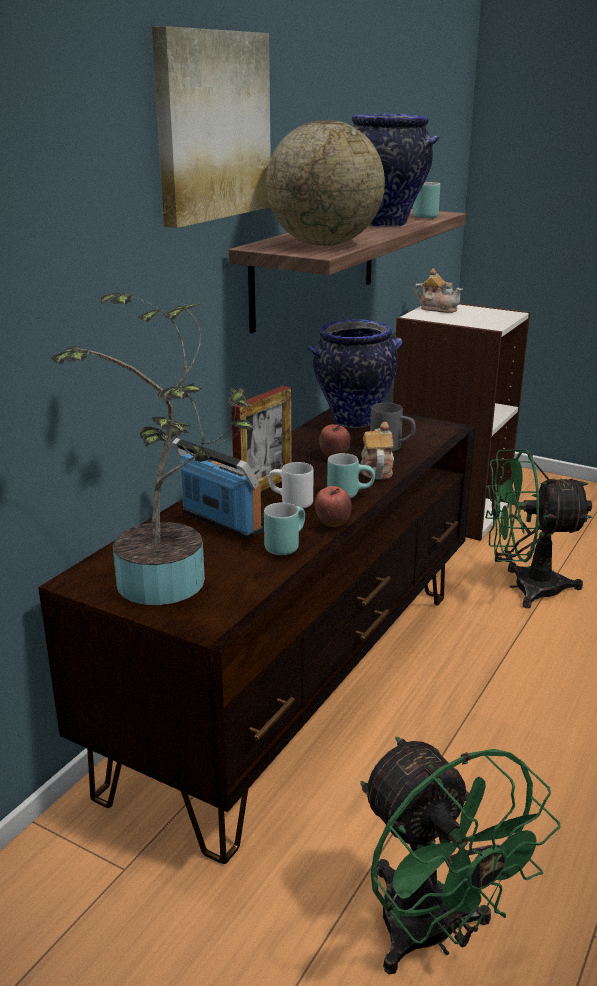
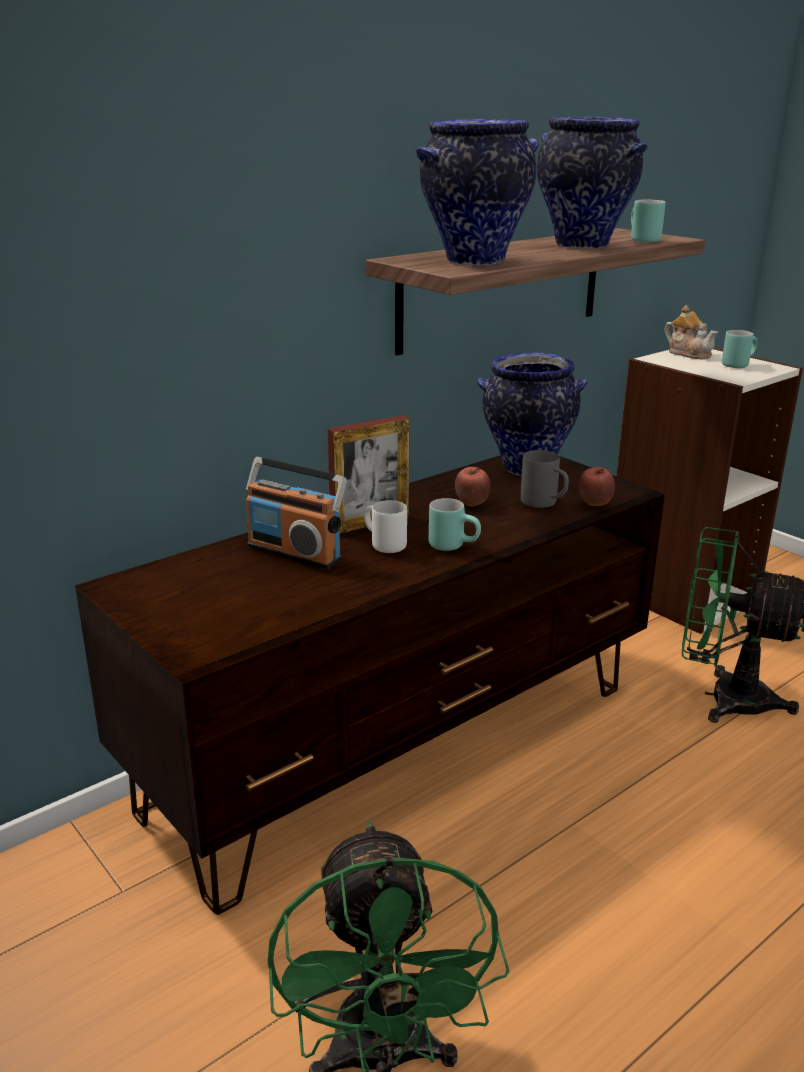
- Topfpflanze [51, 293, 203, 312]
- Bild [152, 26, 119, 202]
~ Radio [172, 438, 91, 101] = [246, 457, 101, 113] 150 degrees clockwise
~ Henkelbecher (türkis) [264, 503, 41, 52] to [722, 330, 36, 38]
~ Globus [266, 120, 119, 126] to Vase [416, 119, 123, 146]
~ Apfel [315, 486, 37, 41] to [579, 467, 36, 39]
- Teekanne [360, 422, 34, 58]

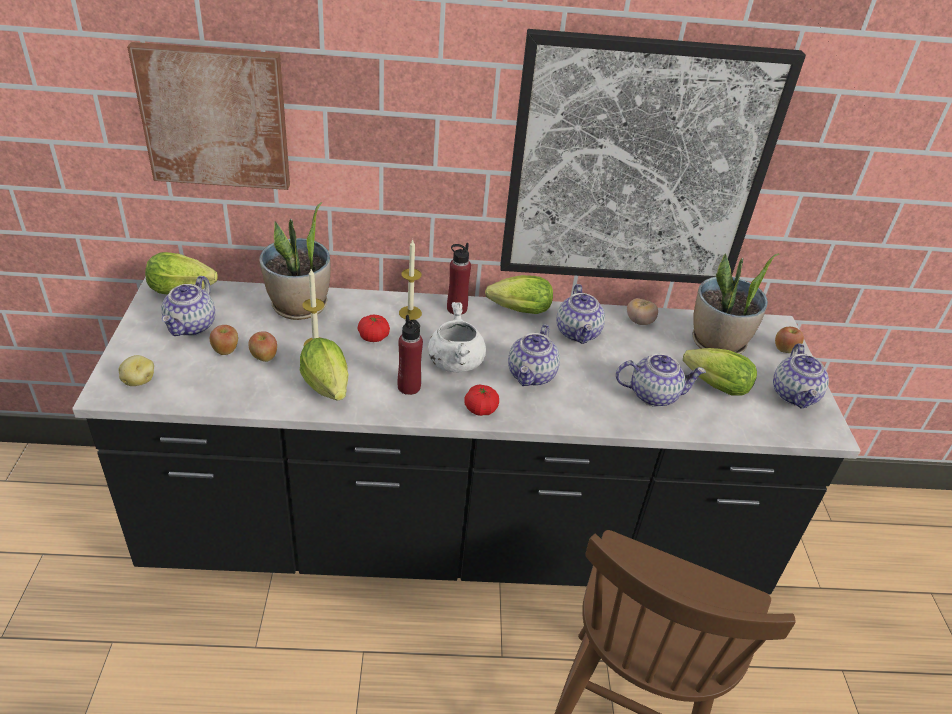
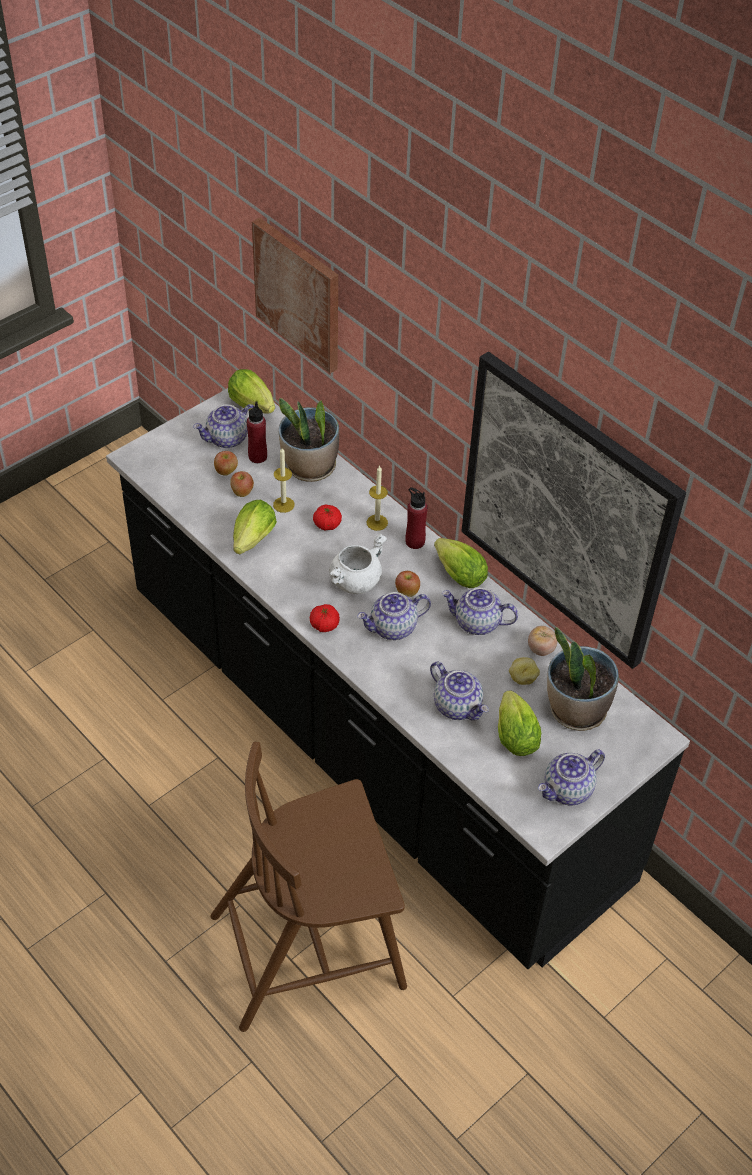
~ Kartoffel [119, 355, 35, 31] to [509, 657, 31, 28]
~ Flasche (rot) [397, 315, 26, 80] to [247, 401, 20, 62]
~ Teekanne [557, 284, 48, 60] = [442, 588, 76, 47] 60 degrees clockwise
~ Apfel [775, 327, 29, 26] to [395, 571, 25, 26]

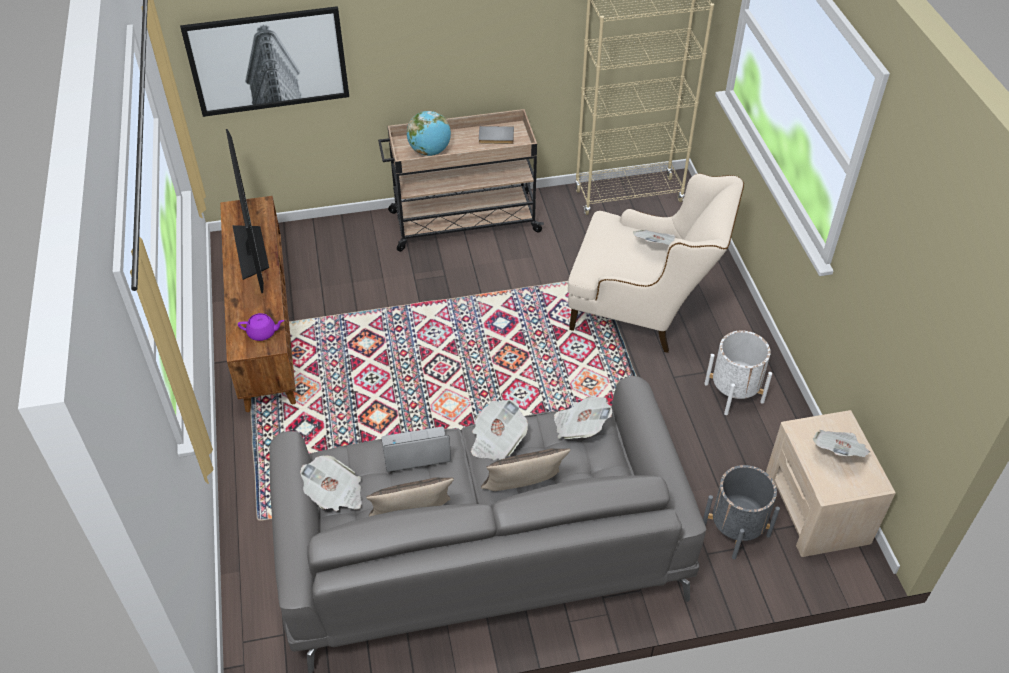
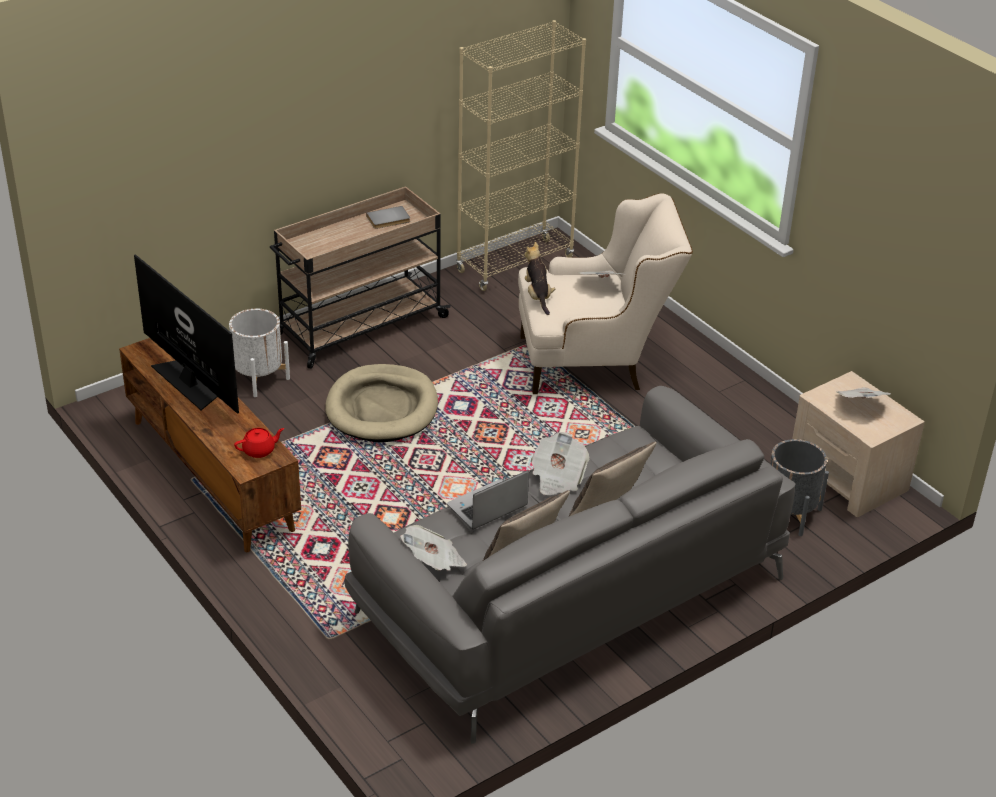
- Bild [180, 6, 169, 111]
~ Teekanne (lila) [238, 313, 46, 28] to Teekanne (rot) [234, 428, 50, 30]
- Globus [407, 111, 44, 45]
- Zeitung [554, 397, 58, 42]
~ Pflanzkübel (weiß) [704, 331, 68, 84] to [229, 309, 61, 88]
+ Hundebett (beige) [325, 364, 113, 78]
+ Plüschtier [524, 242, 31, 73]

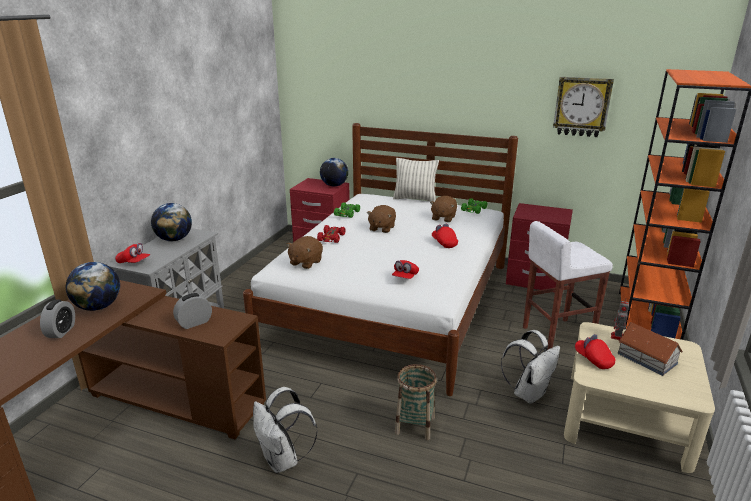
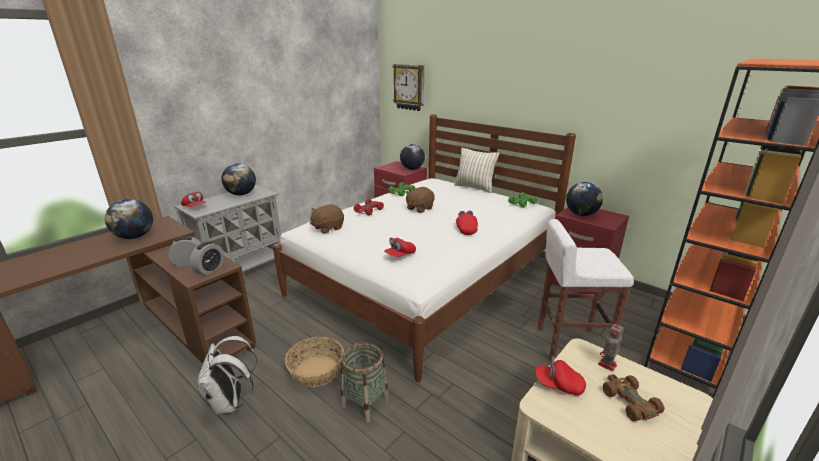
~ Wecker [40, 300, 35, 38] to [190, 241, 34, 34]
- Plüschtier (braun) [430, 196, 27, 26]
- Rucksack (weiß) [501, 330, 59, 73]
~ Wanduhr [553, 77, 61, 60] to [392, 64, 32, 47]
~ Kappe (rot) [575, 334, 40, 35] = [535, 356, 51, 40] 60 degrees counterclockwise
~ Spielzeughaus [618, 322, 65, 54] to Spielzeugauto (braun) [603, 374, 62, 48]
+ Korb [285, 337, 59, 50]
+ Globus [566, 182, 37, 34]

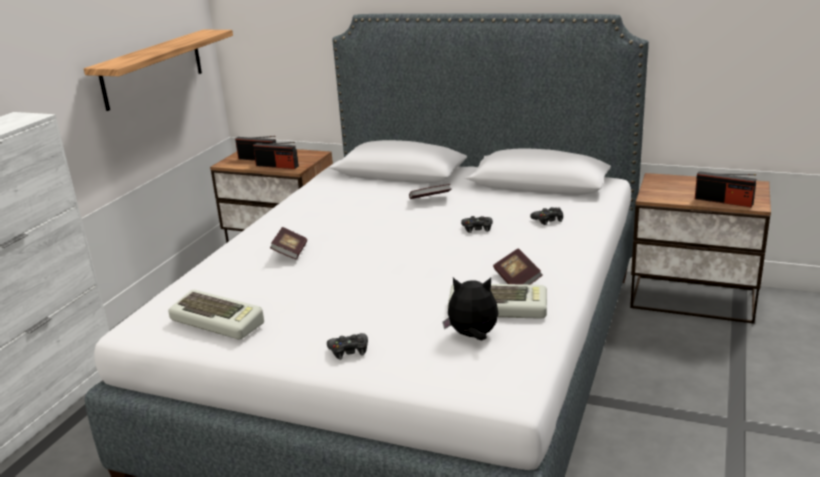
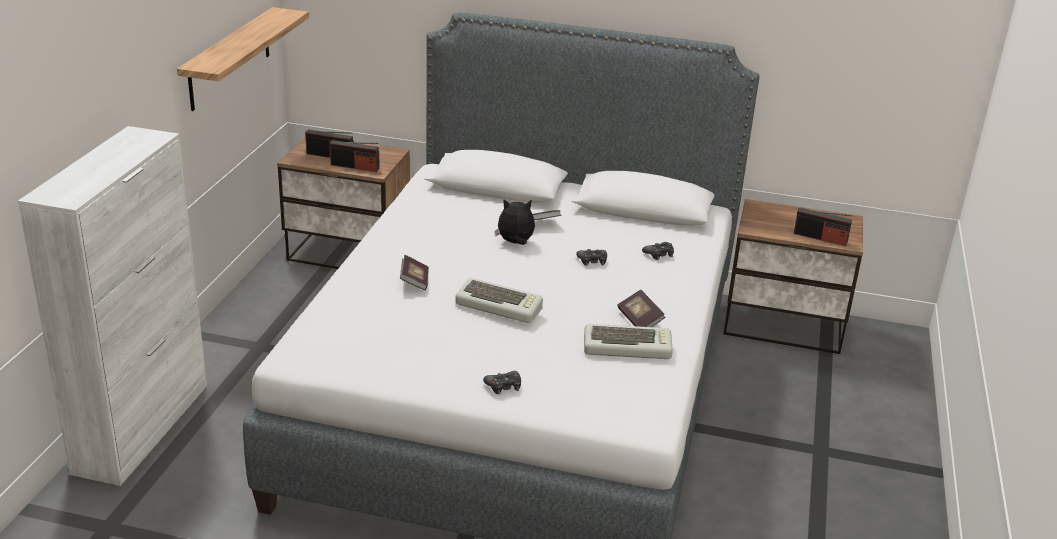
~ Tastatur [168, 290, 96, 50] to [455, 278, 88, 45]
~ Plüschtier [443, 278, 55, 63] to [495, 199, 40, 46]

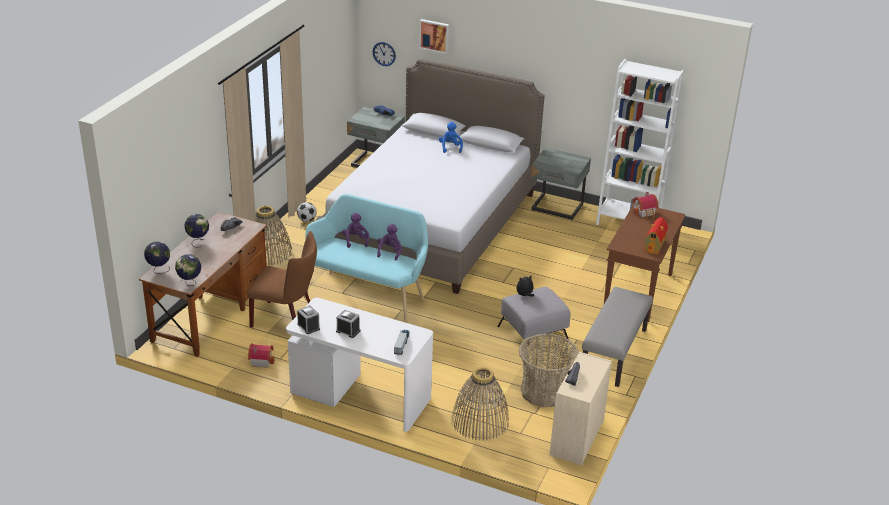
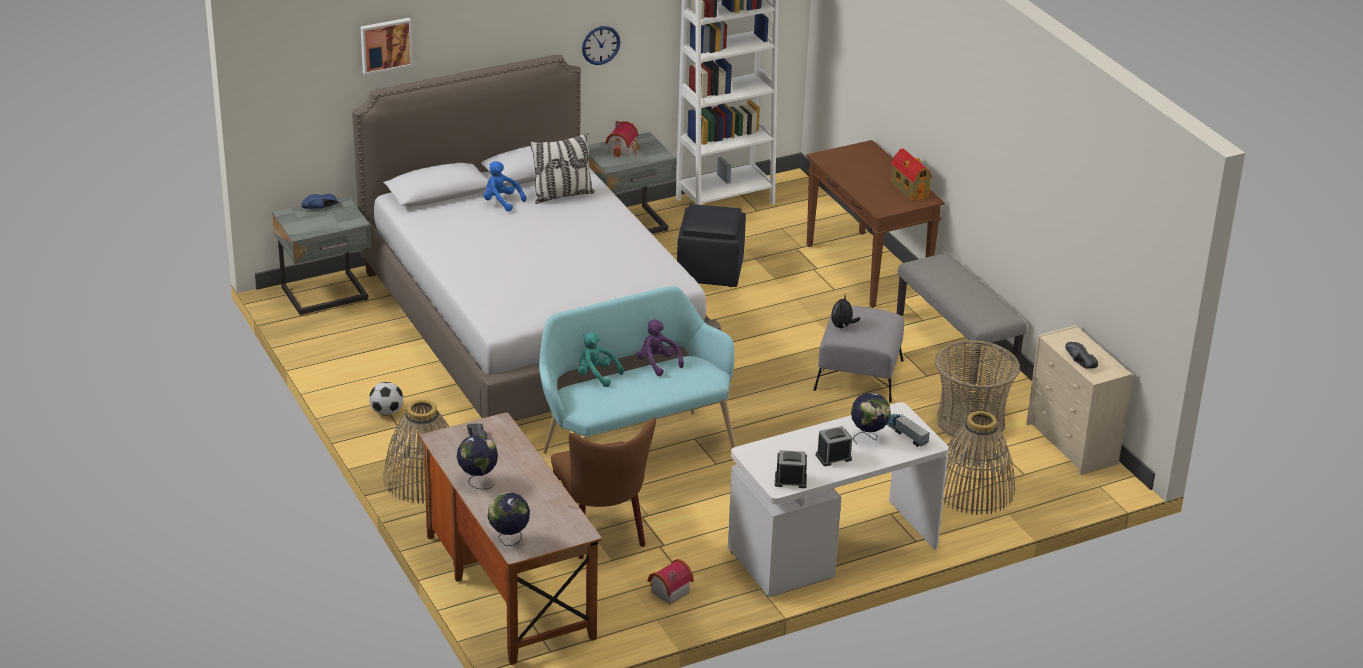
~ Globus [175, 254, 26, 32] to [851, 393, 40, 51]
~ Stuhl (braun) [247, 231, 70, 97] = [551, 417, 105, 142] 105 degrees clockwise
~ Plüschtier (lila) [342, 213, 27, 35] to Plüschtier (türkis) [578, 332, 46, 55]
~ Wanduhr [373, 42, 23, 24] to [582, 26, 38, 39]
~ Spielzeughaus [632, 192, 26, 27] to [605, 121, 35, 37]
+ Kissen [530, 133, 65, 71]
+ Polsterhocker (schwarz) [677, 204, 69, 83]

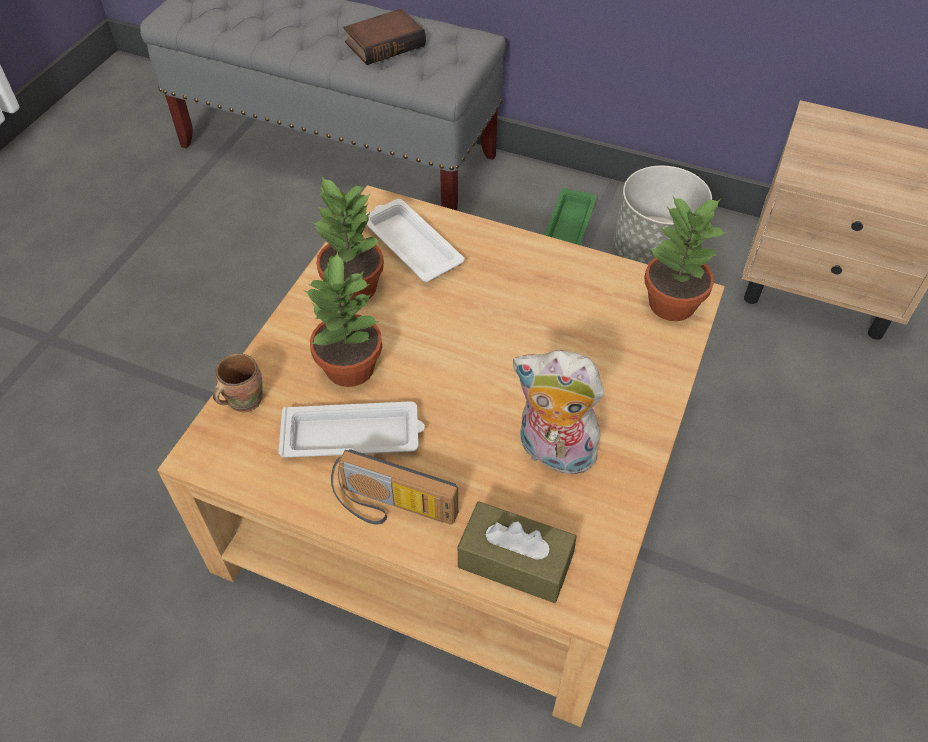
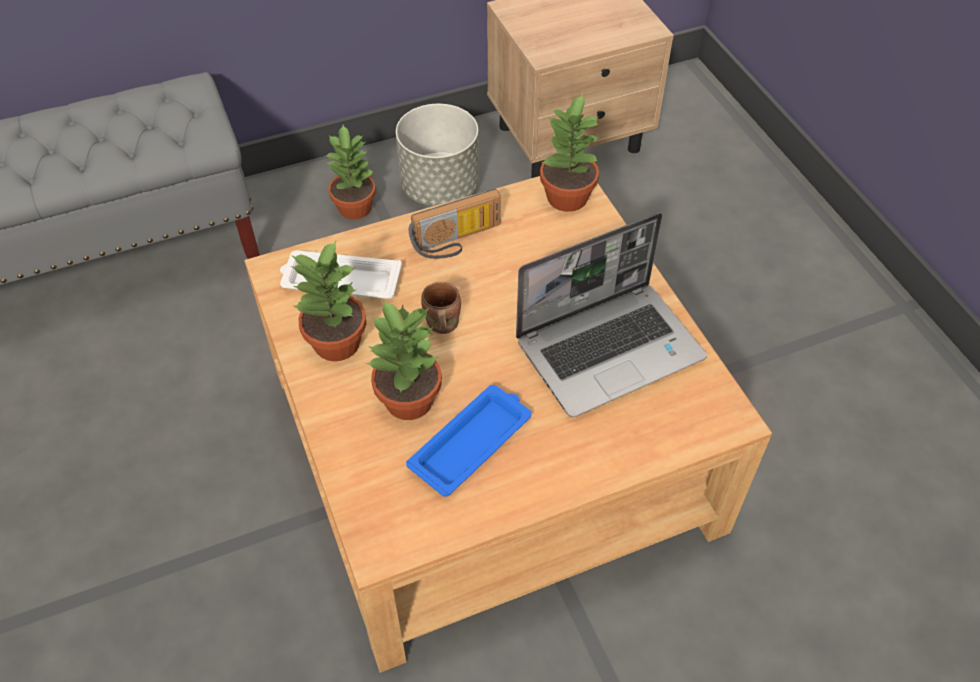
~ Henkelbecher (braun) [213, 353, 50, 59] to [421, 282, 40, 52]
~ Tablett (weiß) [278, 401, 147, 56] to Tablett (blau) [406, 385, 126, 112]
~ Radio [331, 449, 127, 76] to [409, 189, 92, 70]
- Buch [343, 8, 83, 57]
- Taschentuchbox (braun) [458, 501, 119, 102]
~ Plüschtier [513, 350, 93, 128] to Laptop [516, 213, 191, 204]
~ Tablett (grün) [544, 188, 53, 57] to Topfpflanze [324, 125, 52, 95]

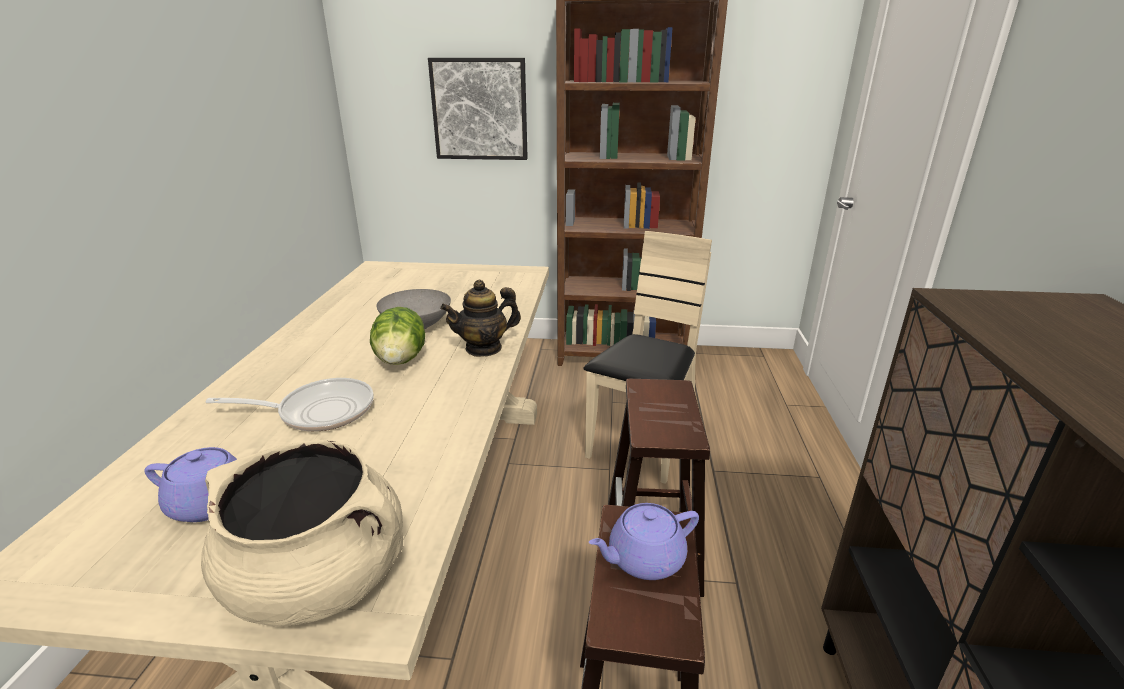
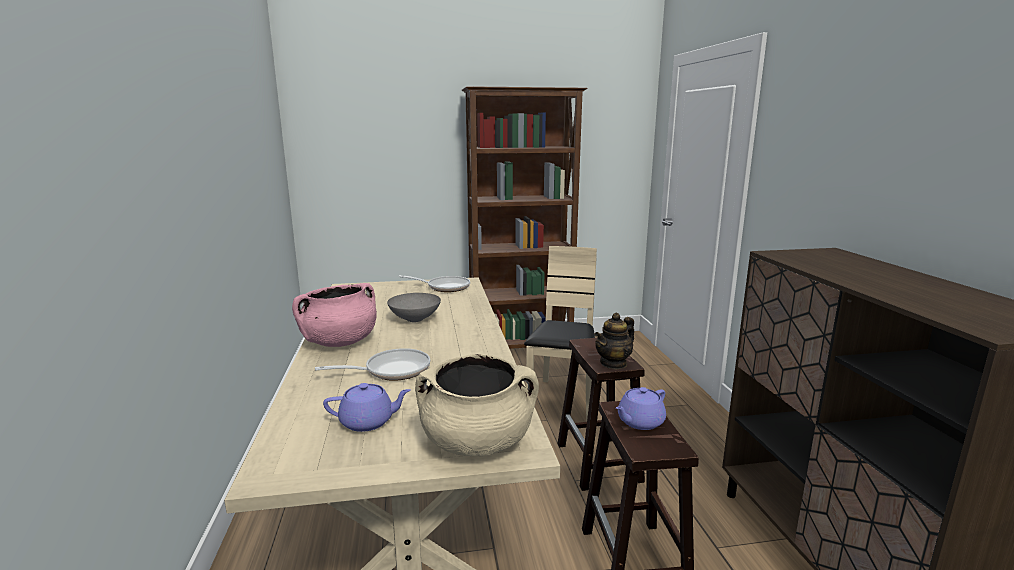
- Salatkopf [370, 307, 55, 58]
- Bild [428, 58, 100, 102]
~ Teekanne [440, 280, 81, 77] to [594, 313, 40, 57]
+ Kochtopf (rosa) [292, 283, 85, 64]
+ Pfanne [399, 275, 71, 17]

